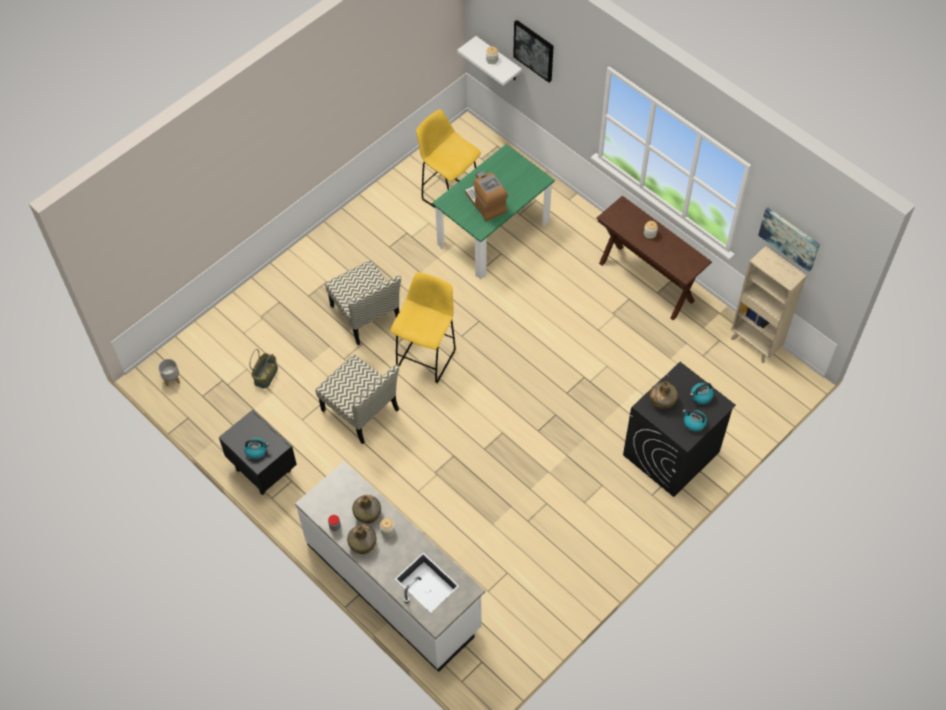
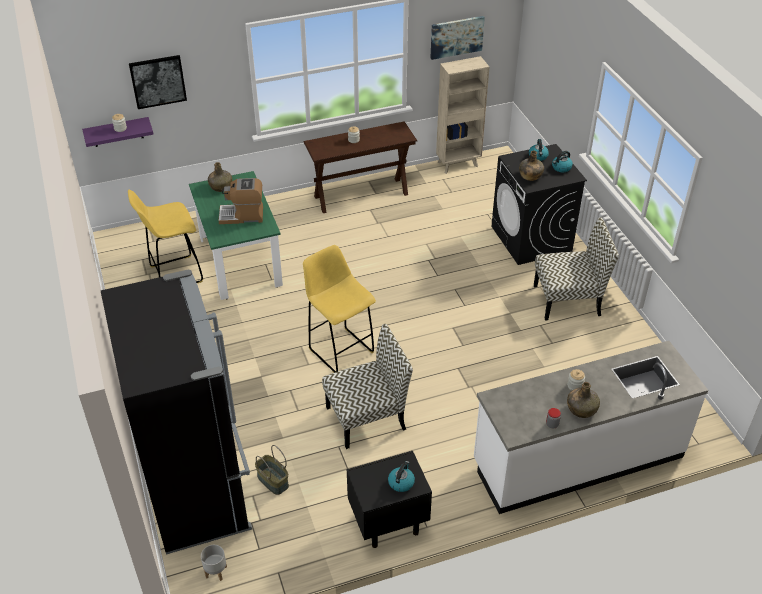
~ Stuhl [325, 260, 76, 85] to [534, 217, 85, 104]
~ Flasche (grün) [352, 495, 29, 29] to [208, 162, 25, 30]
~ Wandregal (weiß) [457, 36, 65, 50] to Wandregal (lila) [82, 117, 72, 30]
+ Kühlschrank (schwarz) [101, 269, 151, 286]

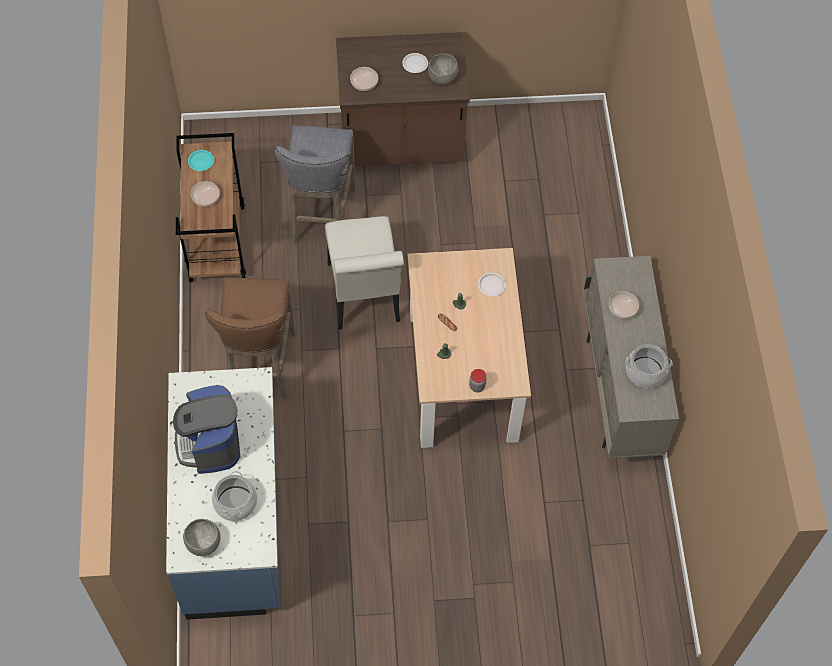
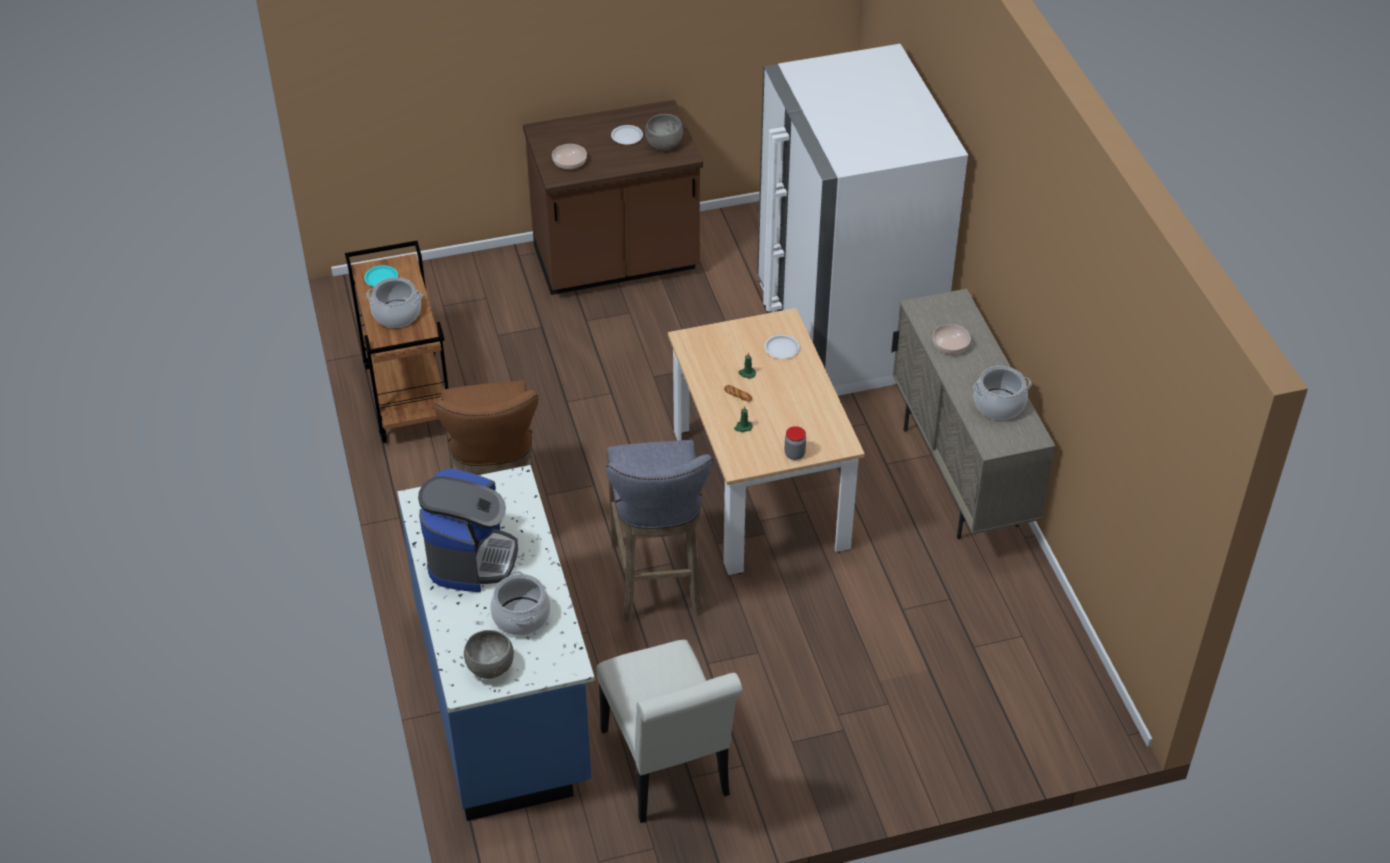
~ Kaffeemaschine [173, 385, 67, 89] = [418, 469, 100, 123] 150 degrees counterclockwise
~ Schüssel [191, 181, 29, 26] to Kochtopf [366, 277, 57, 51]
~ Hocker (grau) [275, 125, 80, 119] to [606, 440, 107, 182]
~ Stuhl (weiß) [325, 216, 79, 114] to [597, 640, 146, 183]
+ Kühlschrank (weiß) [757, 44, 211, 352]

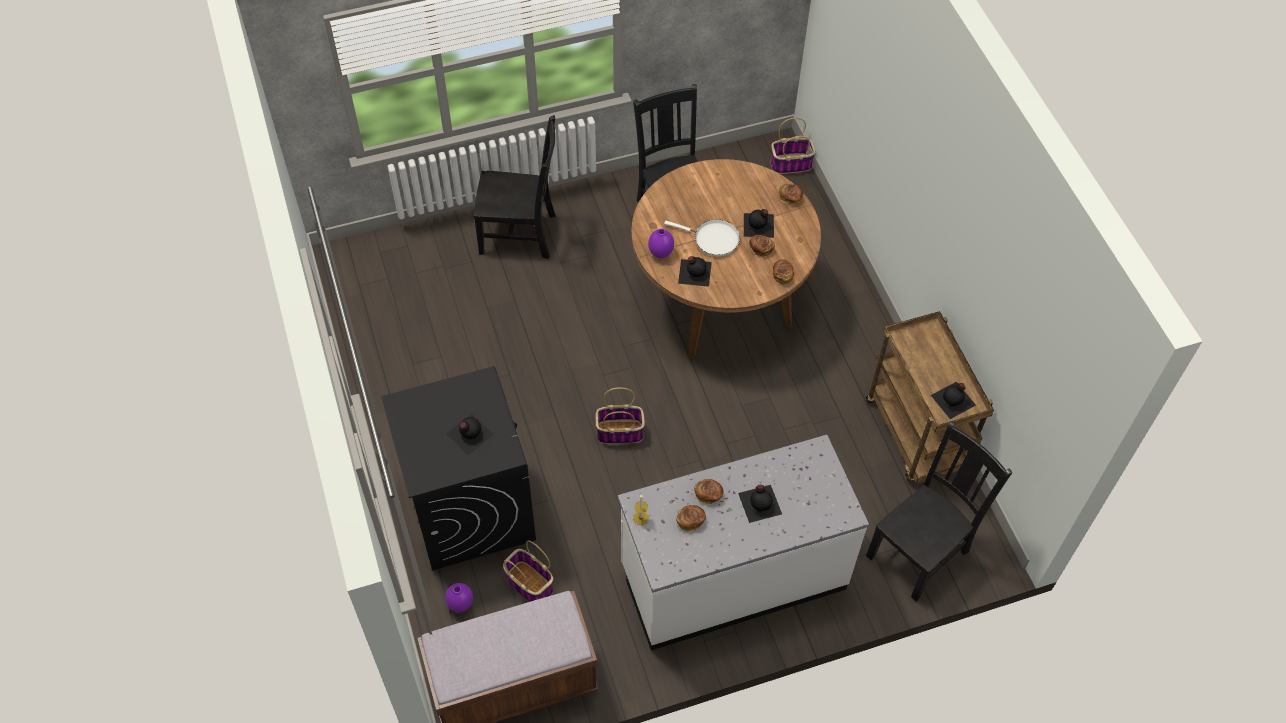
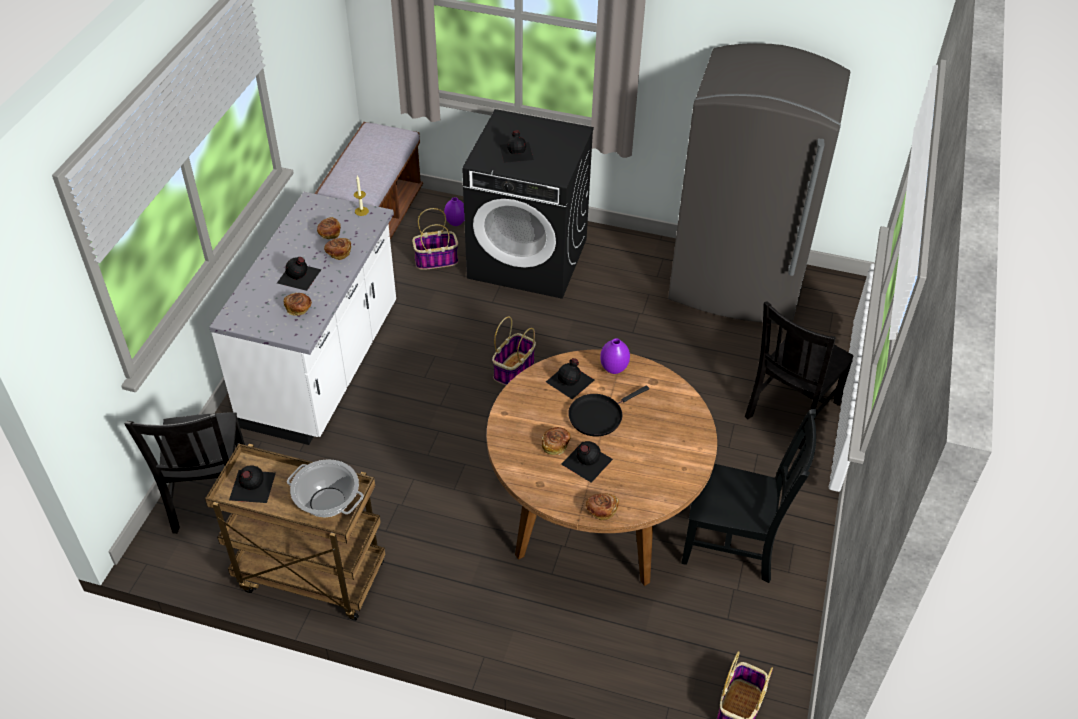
~ Pfanne (weiß) [664, 219, 76, 37] to Pfanne (schwarz) [568, 385, 81, 52]
~ Brot [773, 259, 21, 26] to [284, 293, 28, 23]
+ Kochtopf [287, 459, 77, 58]
+ Kühlschrank (grau) [668, 43, 182, 281]

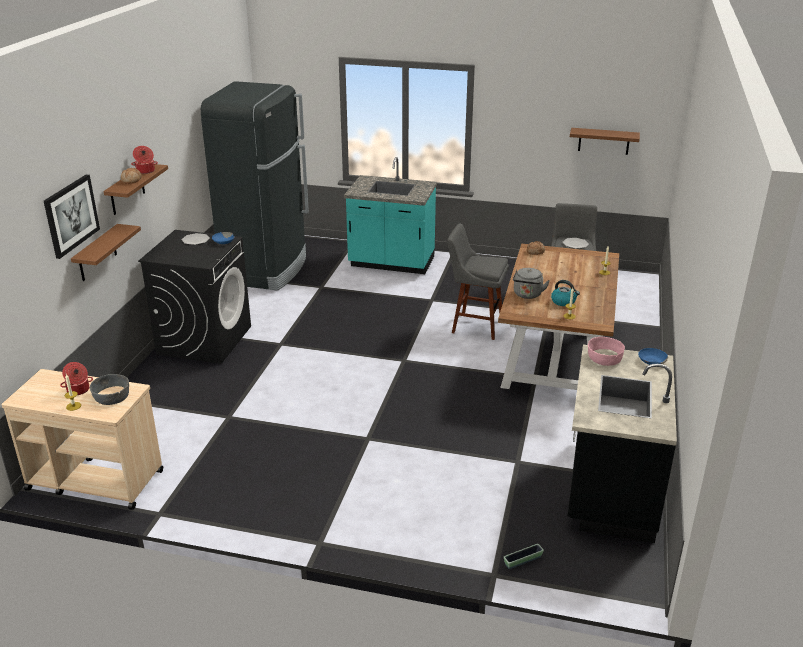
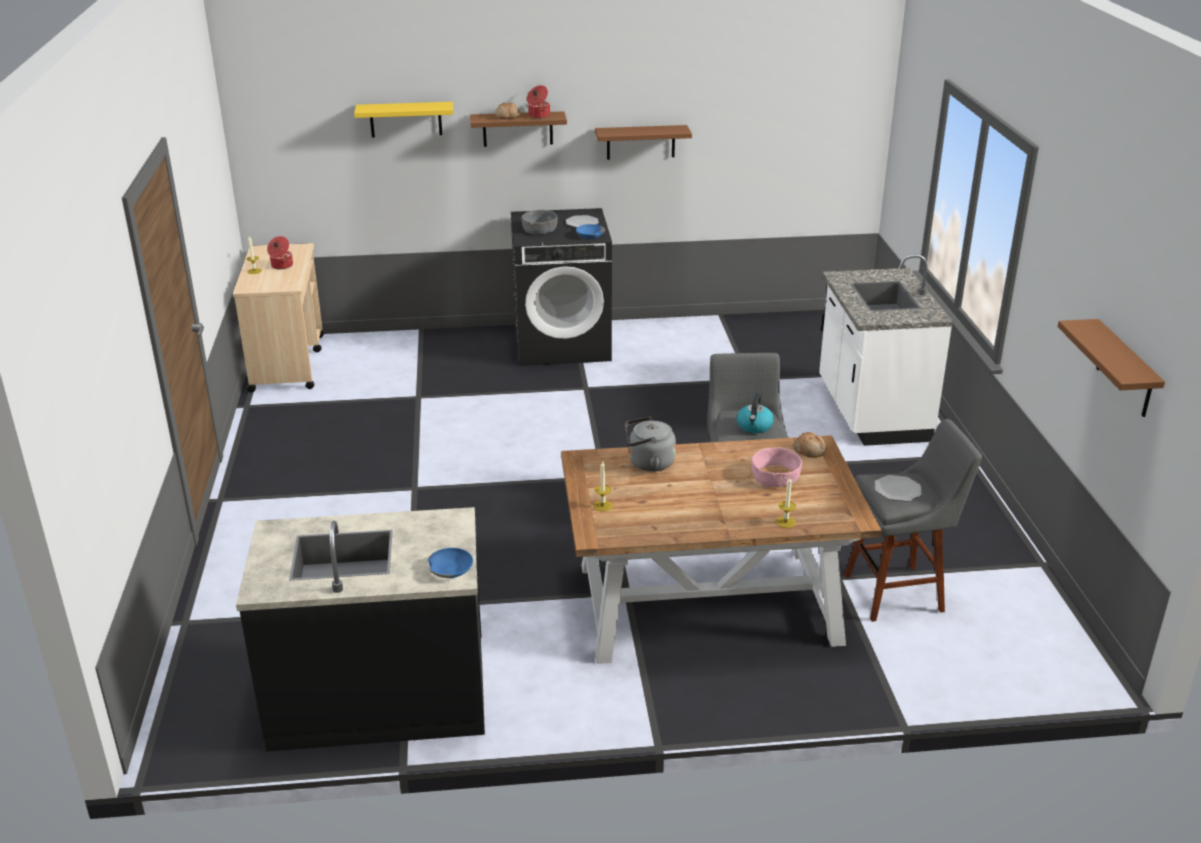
~ Bild [44, 174, 56, 85] to Wandregal (gelb) [354, 102, 99, 36]
~ Wandregal (braun) [71, 224, 70, 57] to [595, 125, 97, 35]
~ Schüssel (grau) [90, 374, 39, 31] to [522, 210, 35, 25]
- Kühlschrank (schwarz) [201, 81, 108, 210]
~ Küchenzeile (türkis) [344, 157, 93, 117] to Küchenzeile (weiß) [819, 254, 134, 192]
- Pflanzkübel [504, 544, 40, 25]
~ Wasserkessel [551, 280, 29, 26] to [737, 393, 37, 40]
~ Schüssel (rosa) [588, 337, 37, 29] to [752, 448, 50, 39]

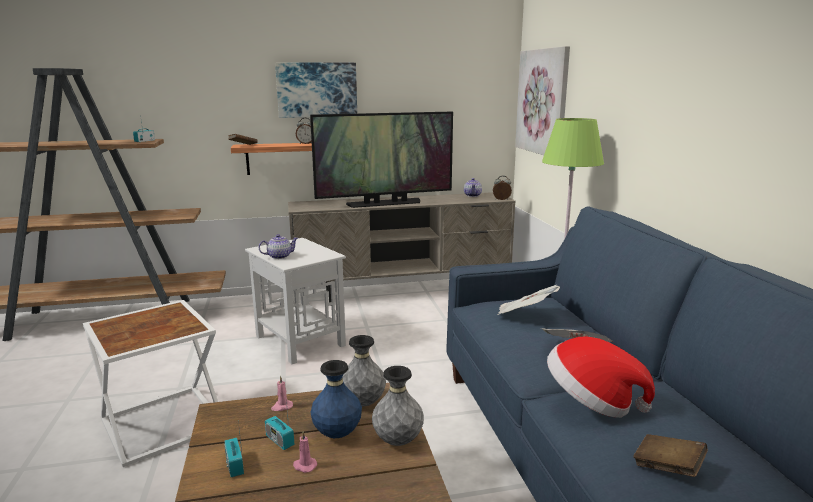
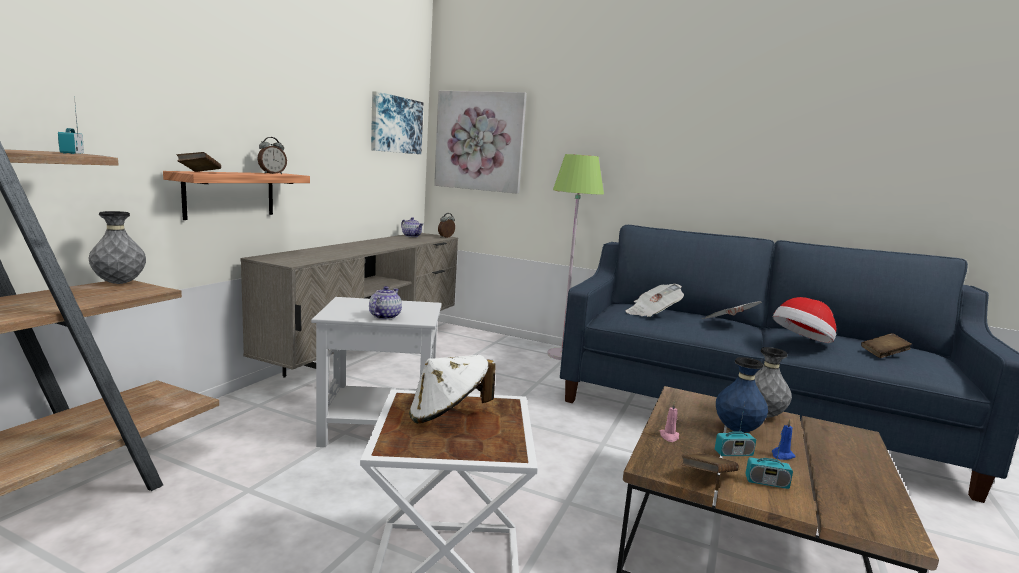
~ Bild [275, 62, 82, 56] to [371, 91, 52, 63]
~ Kerze (rosa) [293, 431, 24, 42] to Kerze (blau) [772, 419, 24, 41]
- Fernseher [310, 112, 143, 96]
~ Vase (grau) [343, 335, 43, 71] to [88, 211, 58, 73]
+ Hut (weiß) [409, 355, 86, 68]
+ Buch (braun) [681, 454, 58, 19]

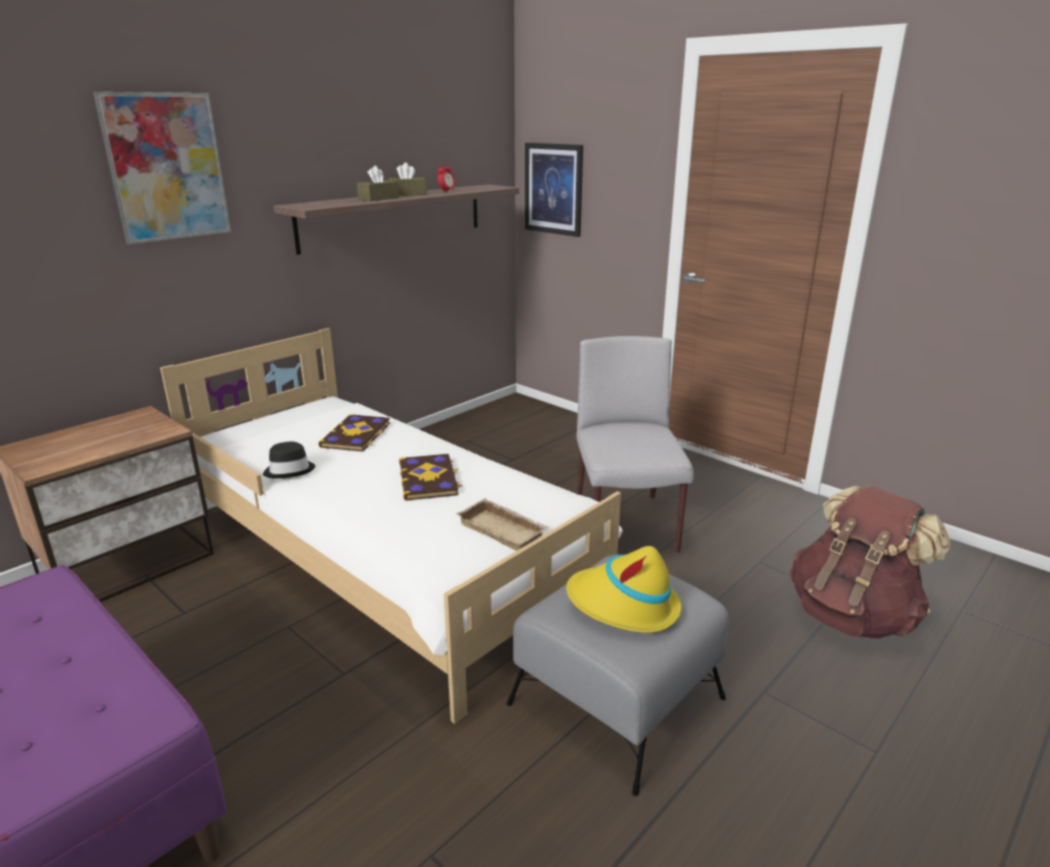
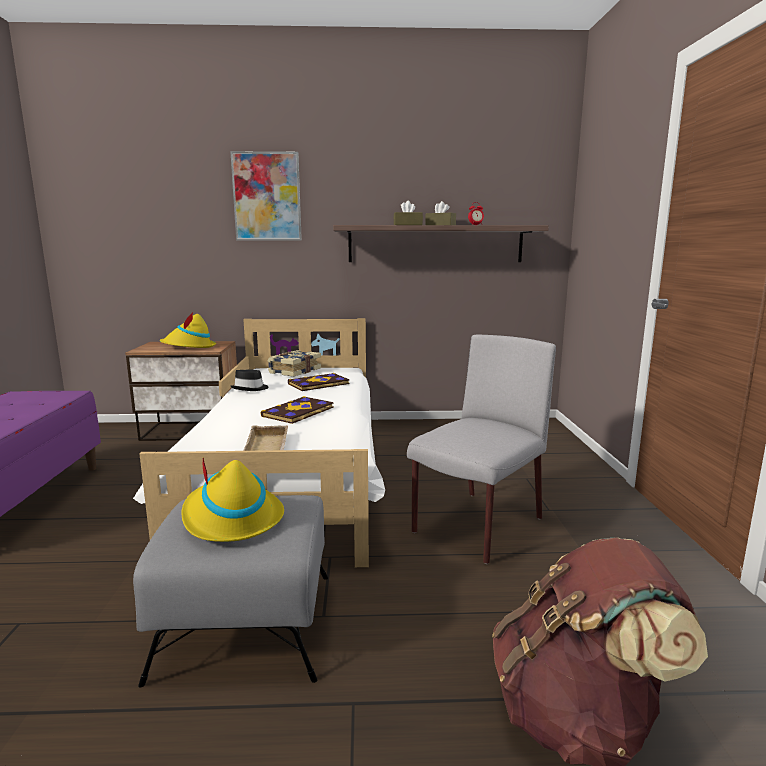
- Bild [525, 143, 58, 94]
+ Hut (gelb) [160, 311, 56, 37]
+ Buch [268, 350, 53, 27]

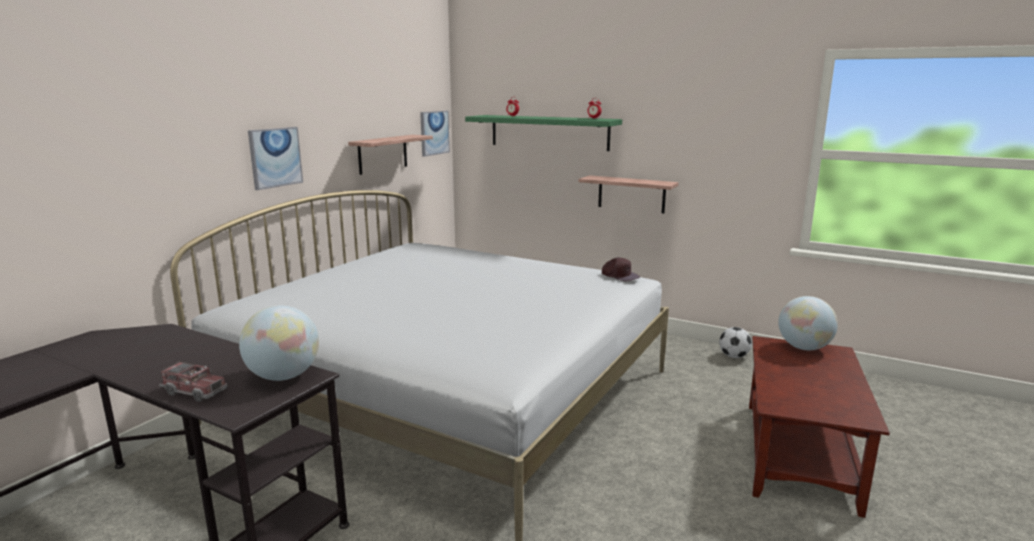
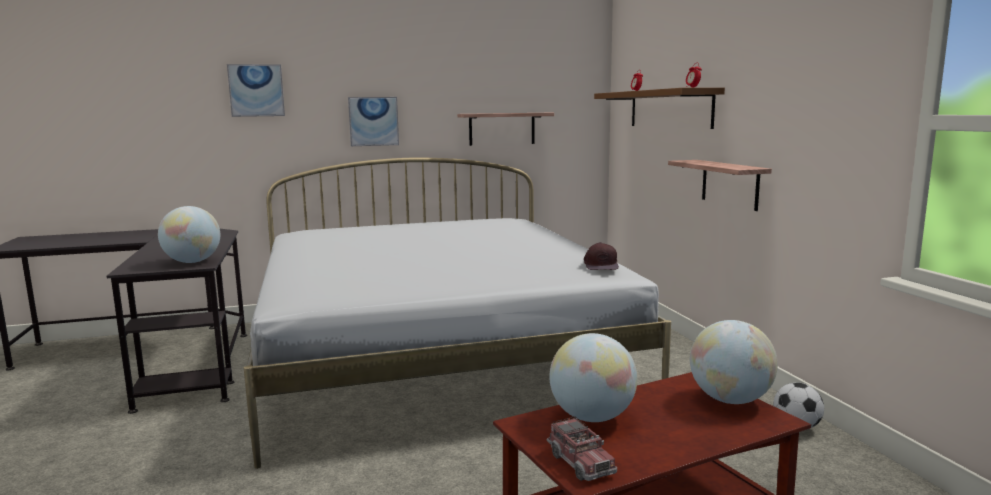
~ Spielzeuglaster [159, 361, 68, 41] to [547, 417, 70, 64]
~ Bild [420, 111, 30, 46] to [227, 64, 58, 53]
~ Wandregal (grün) [465, 115, 157, 36] to Wandregal (braun) [594, 87, 131, 42]
+ Globus [549, 333, 88, 89]

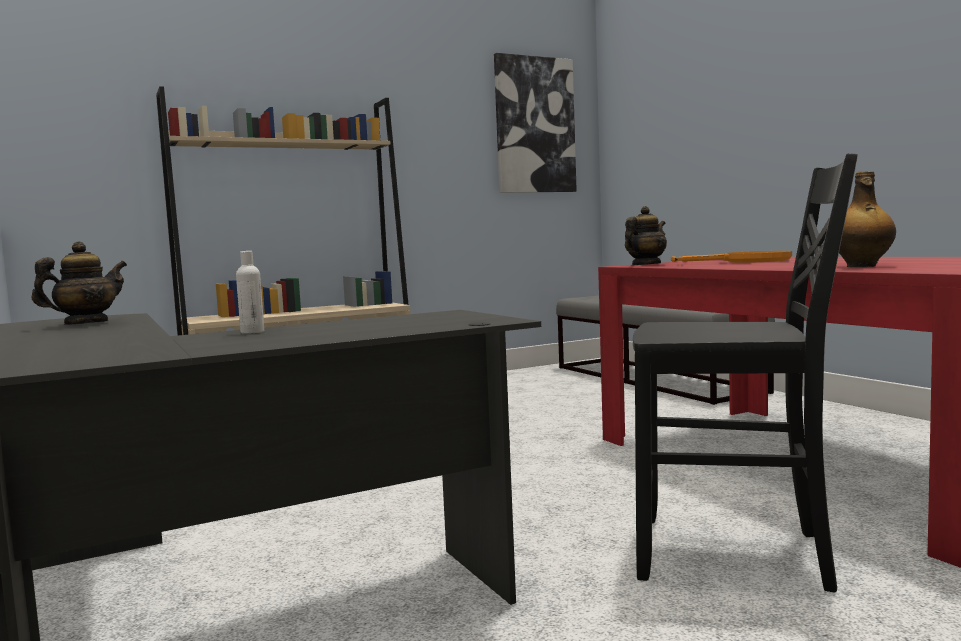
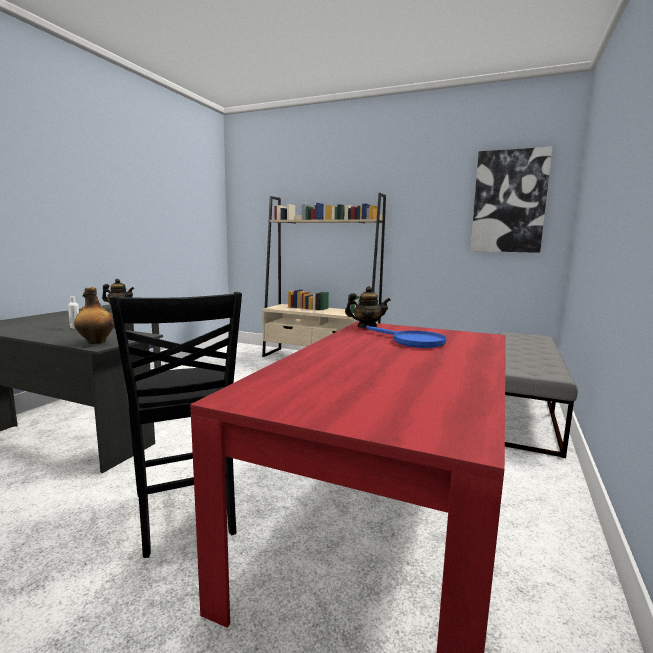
~ Pfanne (orange) [671, 251, 121, 12] to Pfanne (blau) [366, 325, 81, 23]
~ Flasche [839, 171, 57, 96] to [74, 287, 40, 57]

